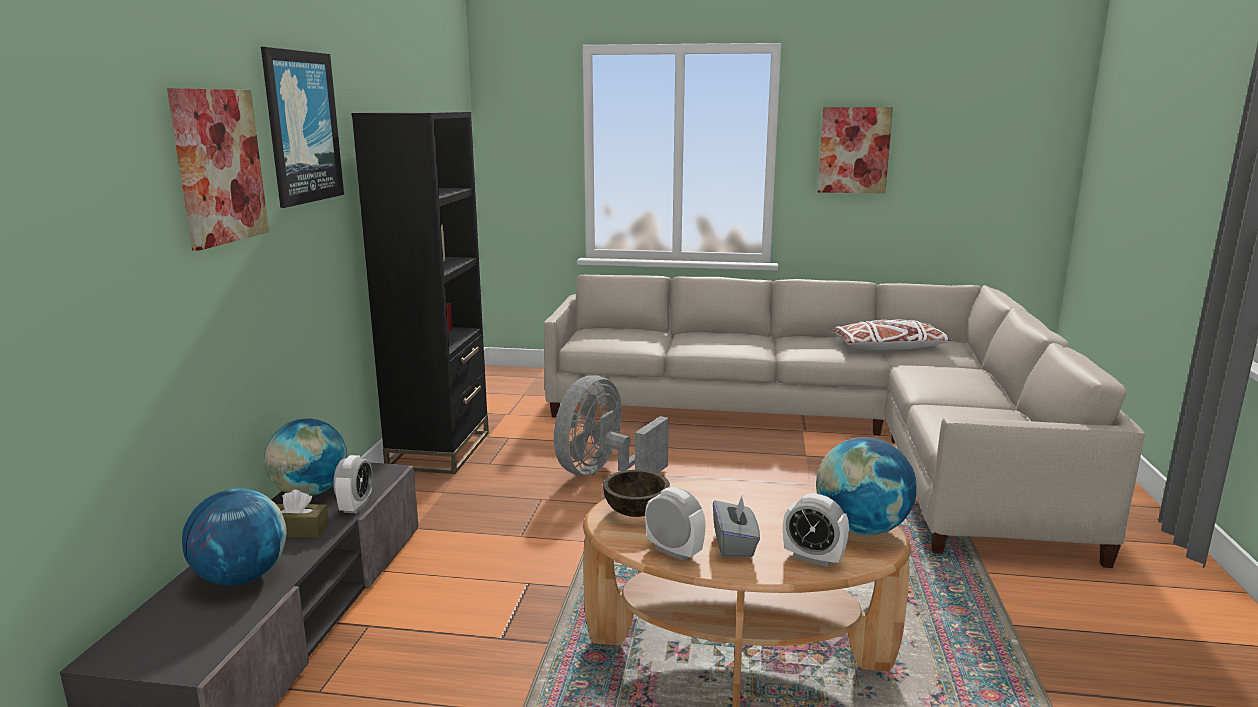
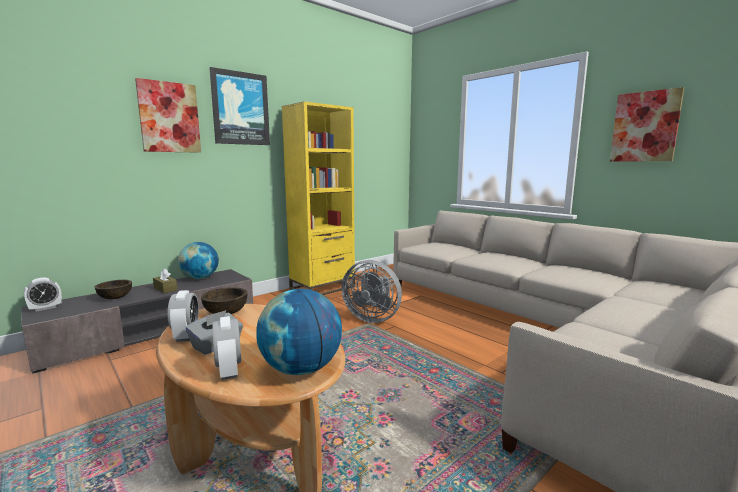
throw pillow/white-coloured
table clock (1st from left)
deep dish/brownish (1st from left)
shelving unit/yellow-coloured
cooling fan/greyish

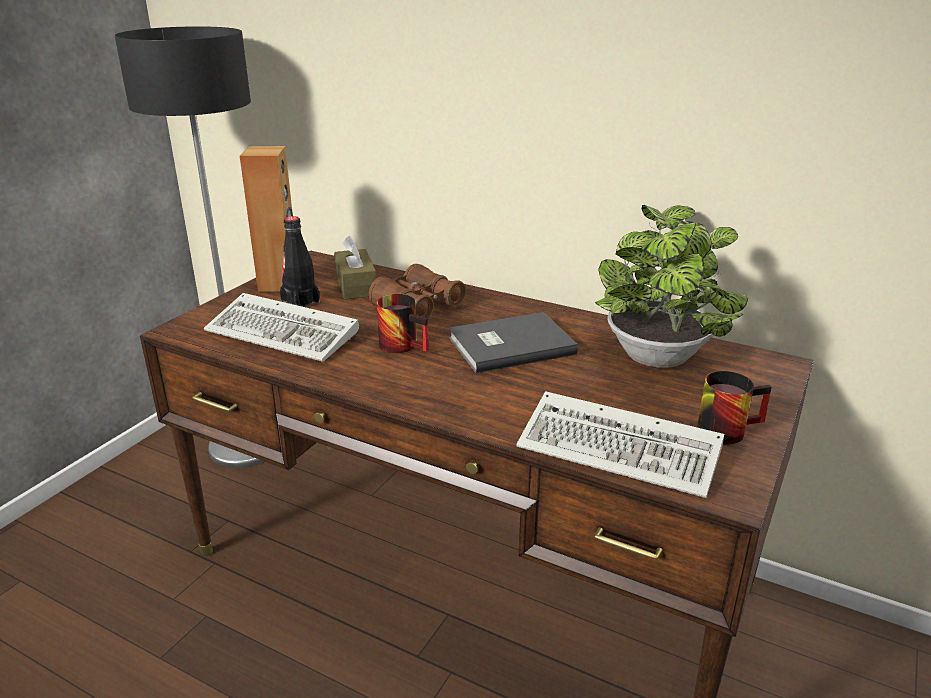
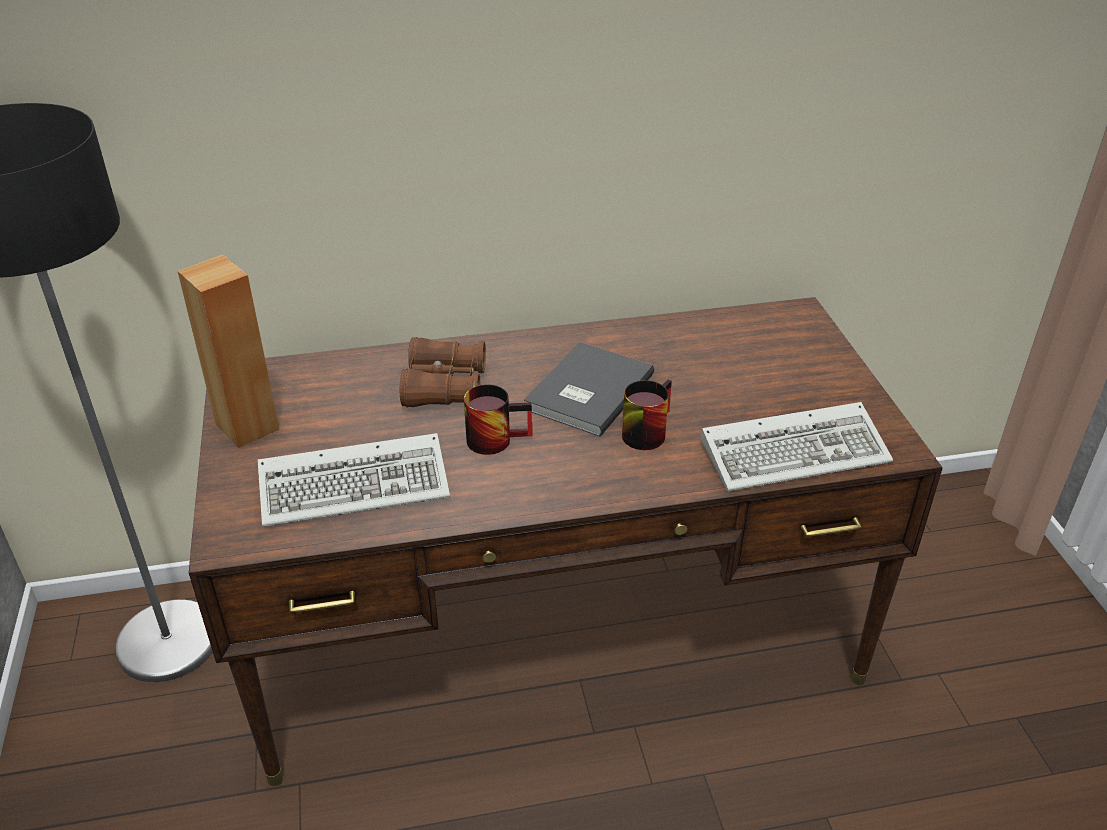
drink bottle/black
tissue holder/brownish
plant in a pot
mug (2nd from left)

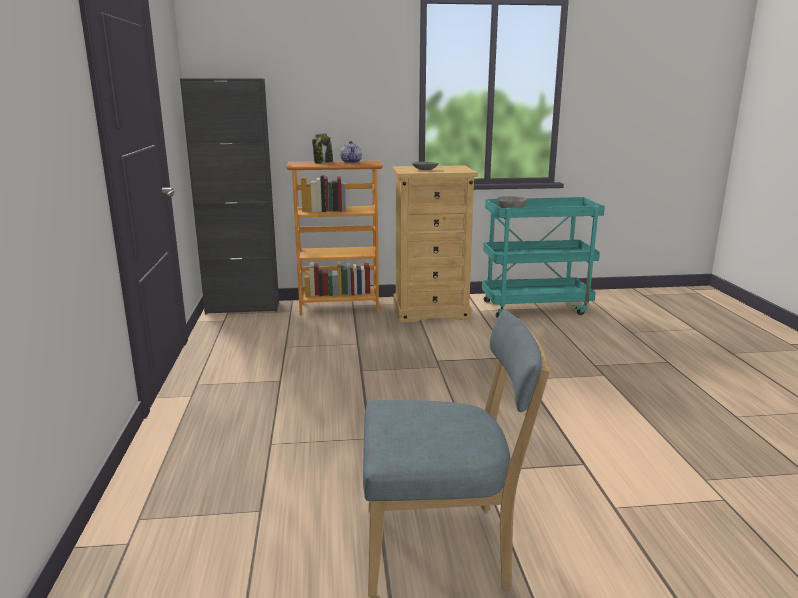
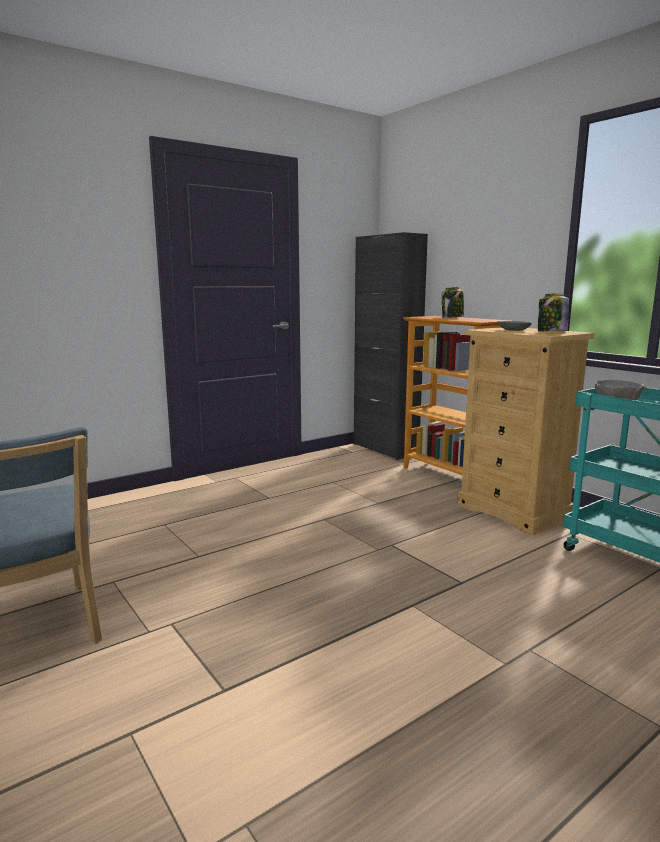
tea pot
jar (2nd from left)

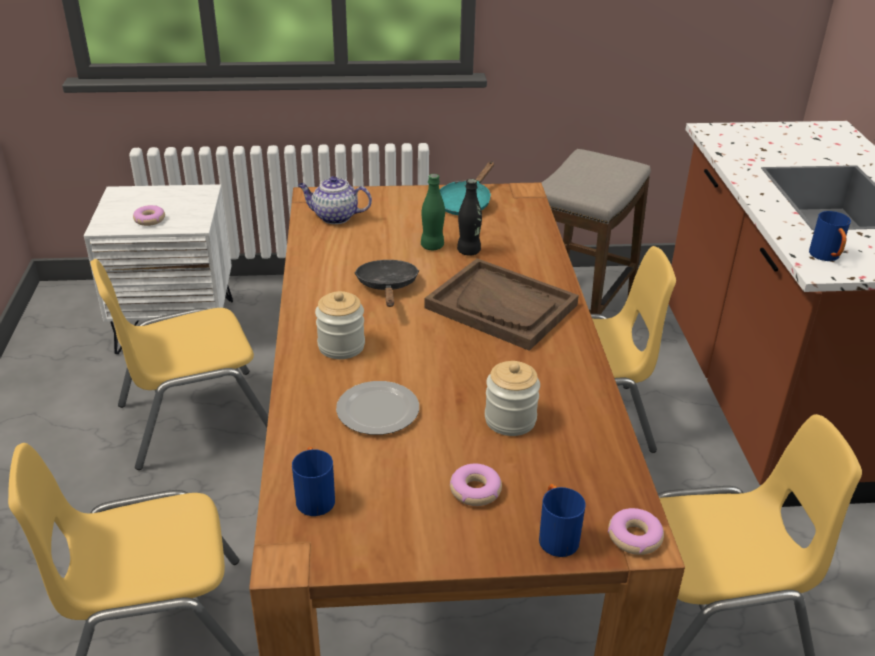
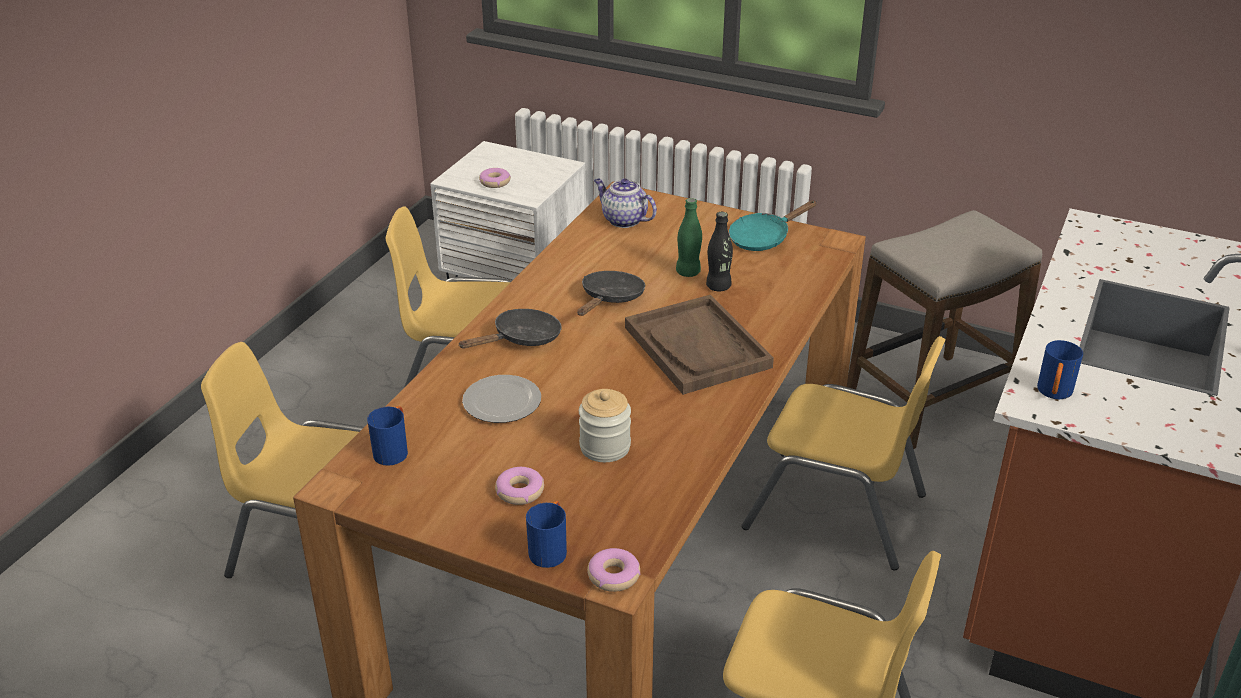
pan/black (1st from left)

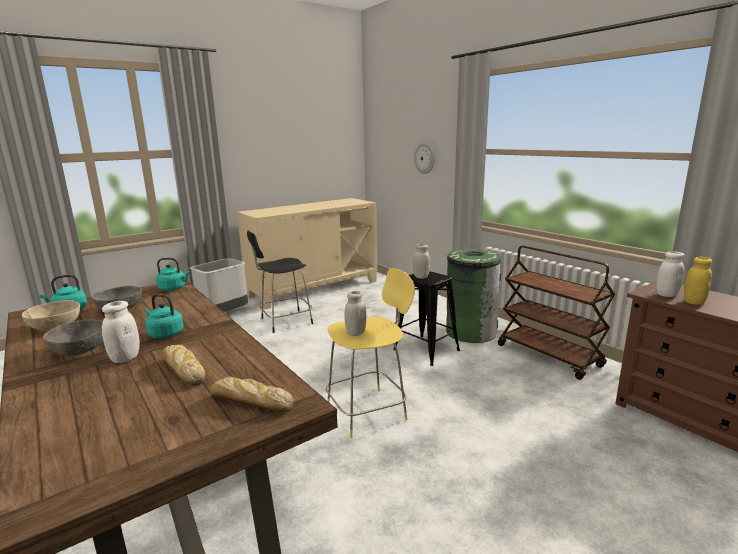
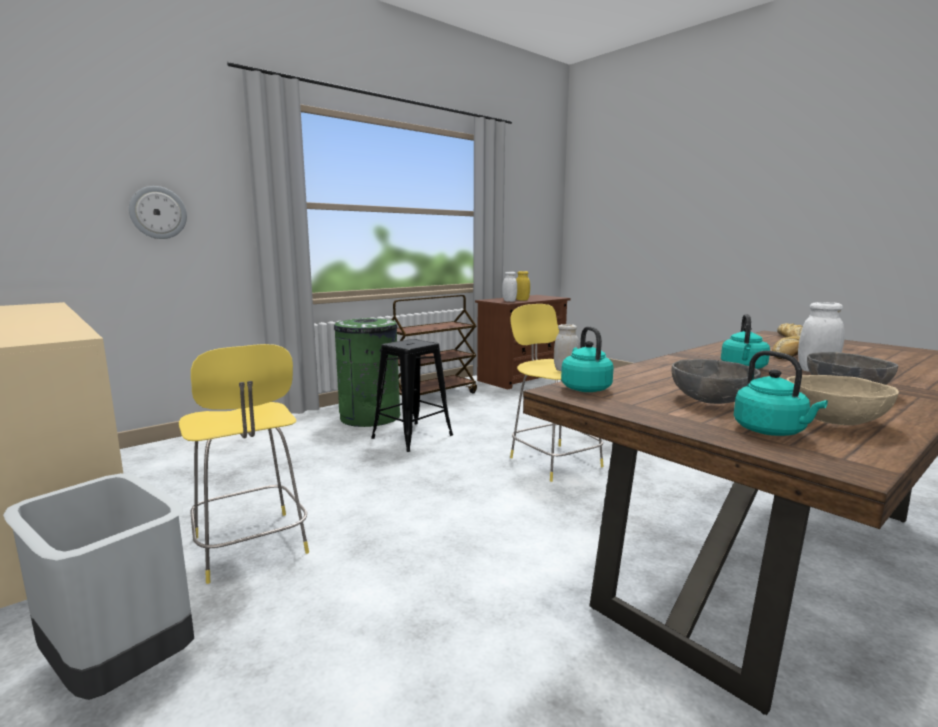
jar/white-coloured (3rd from left in the first image)
stool seat/yellow-coloured (1st from left)

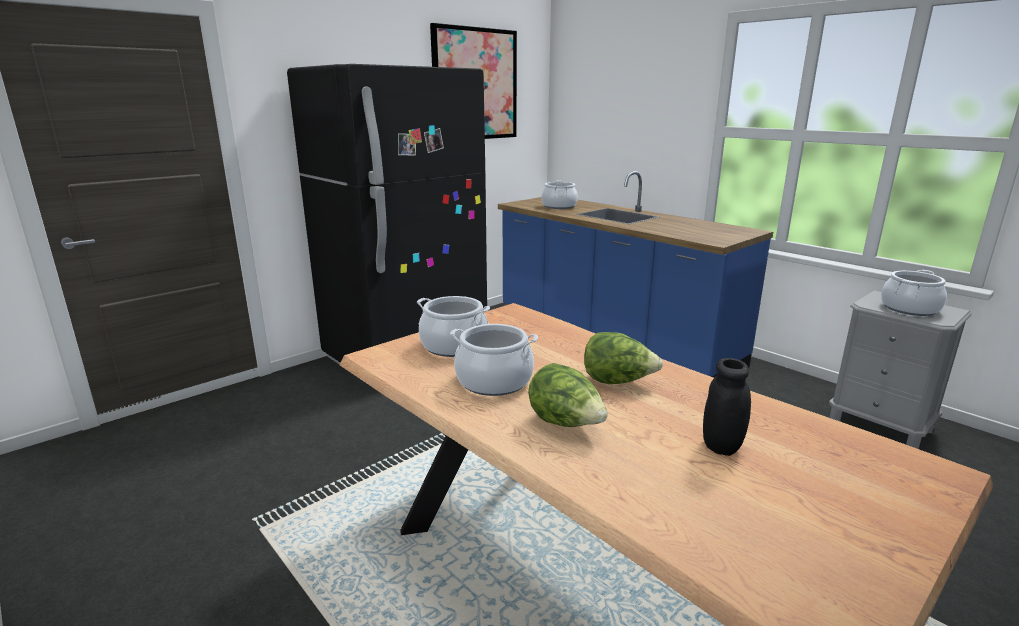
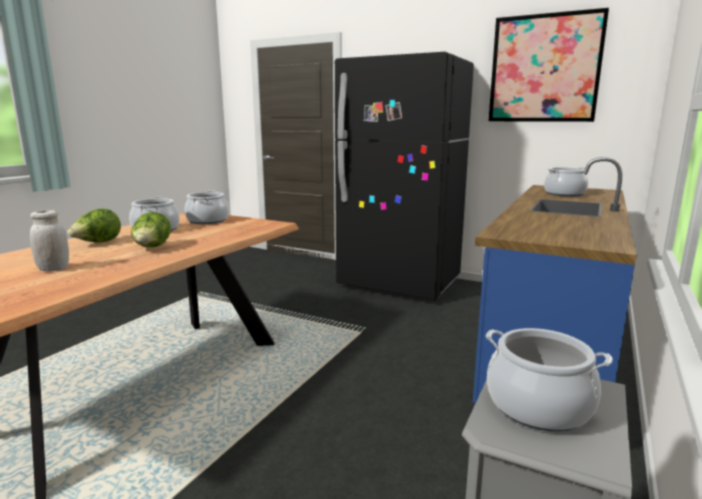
jar/white-coloured

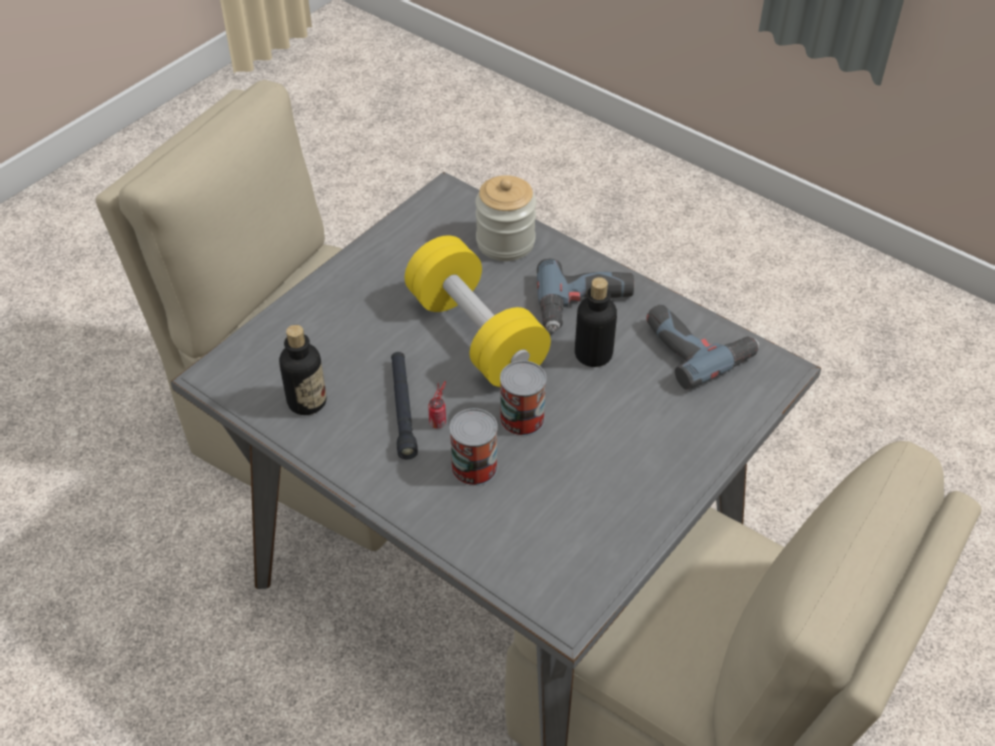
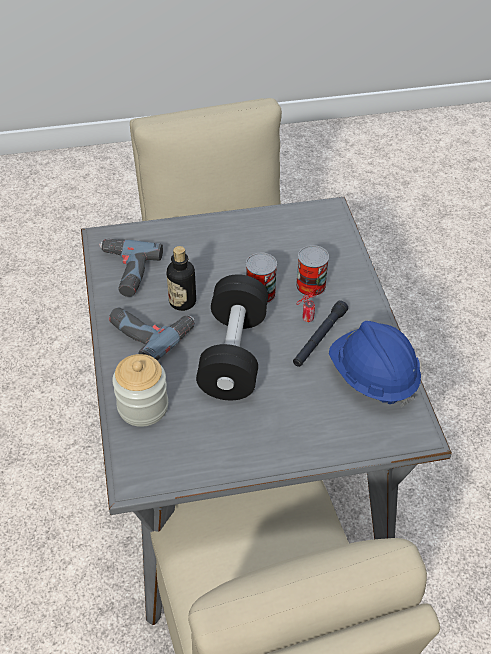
work helmet/blue-coloured
dumbbell/black

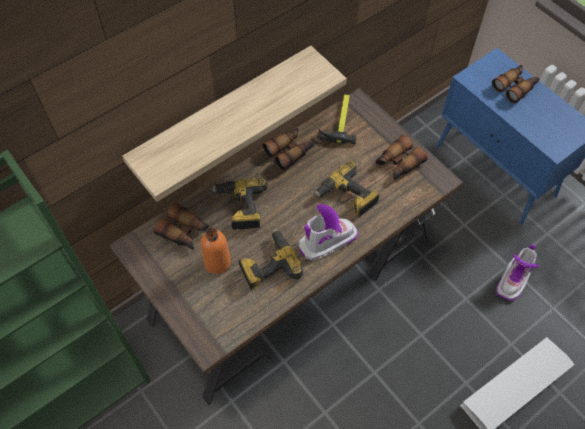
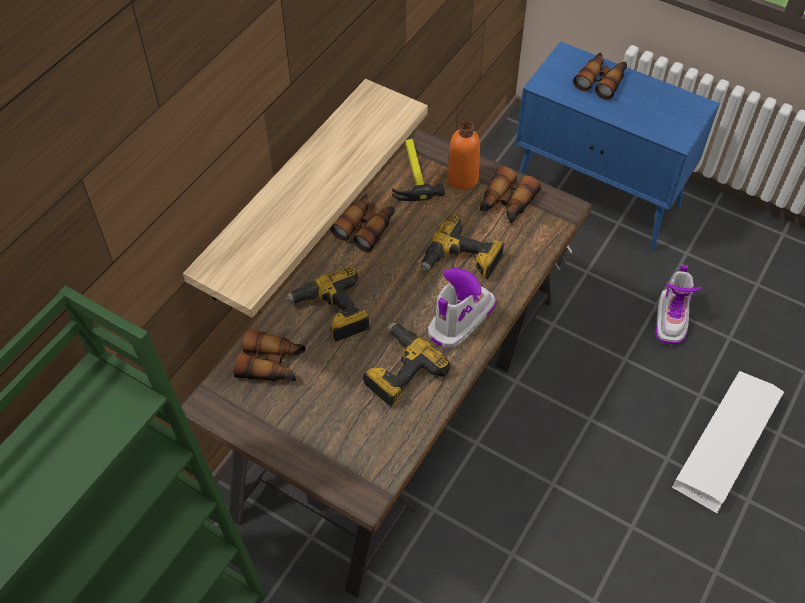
drink bottle/orangey

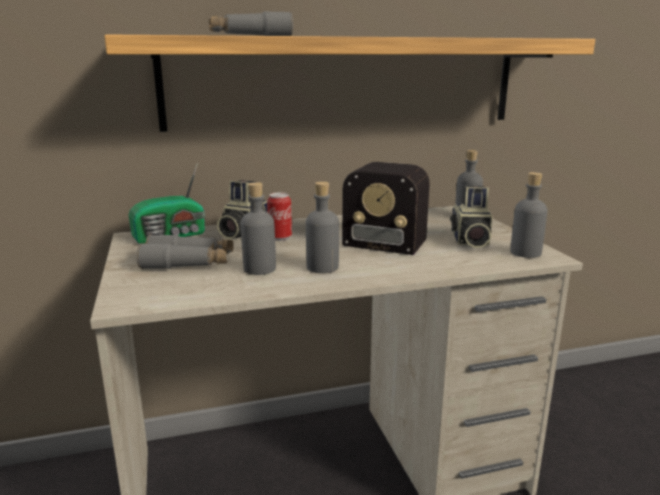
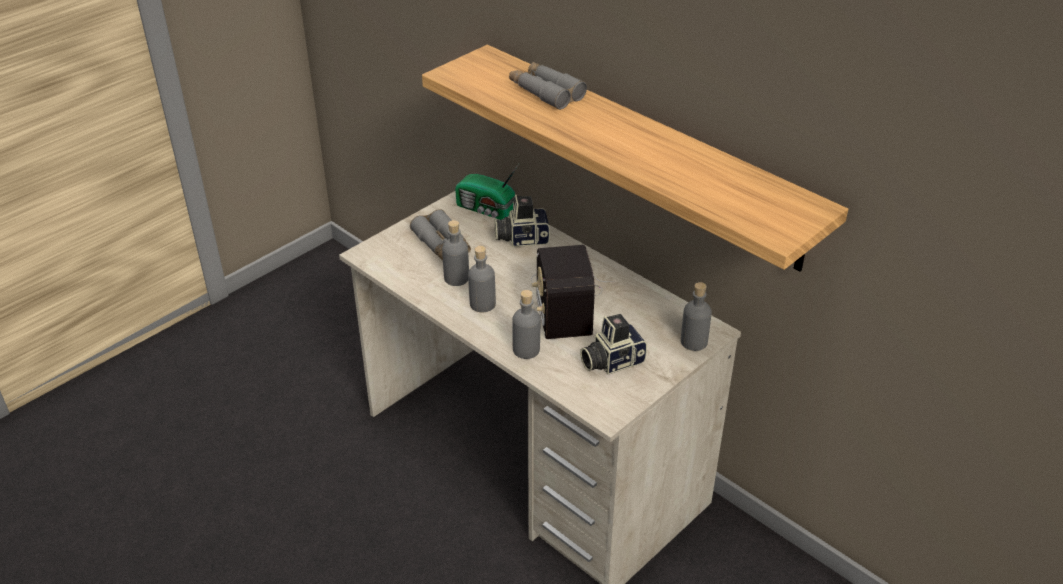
sealed can
drink bottle/greyish (3rd from left)

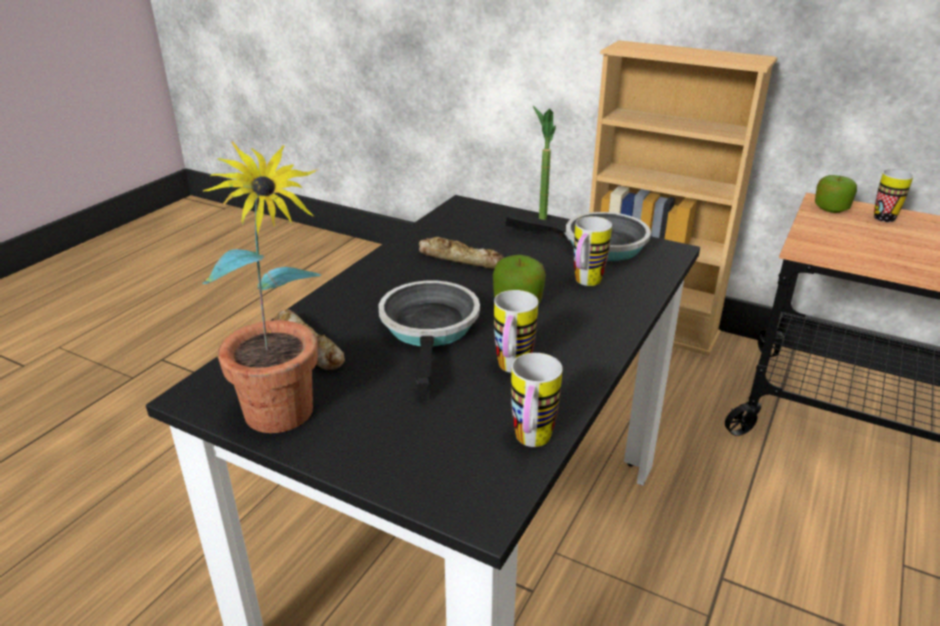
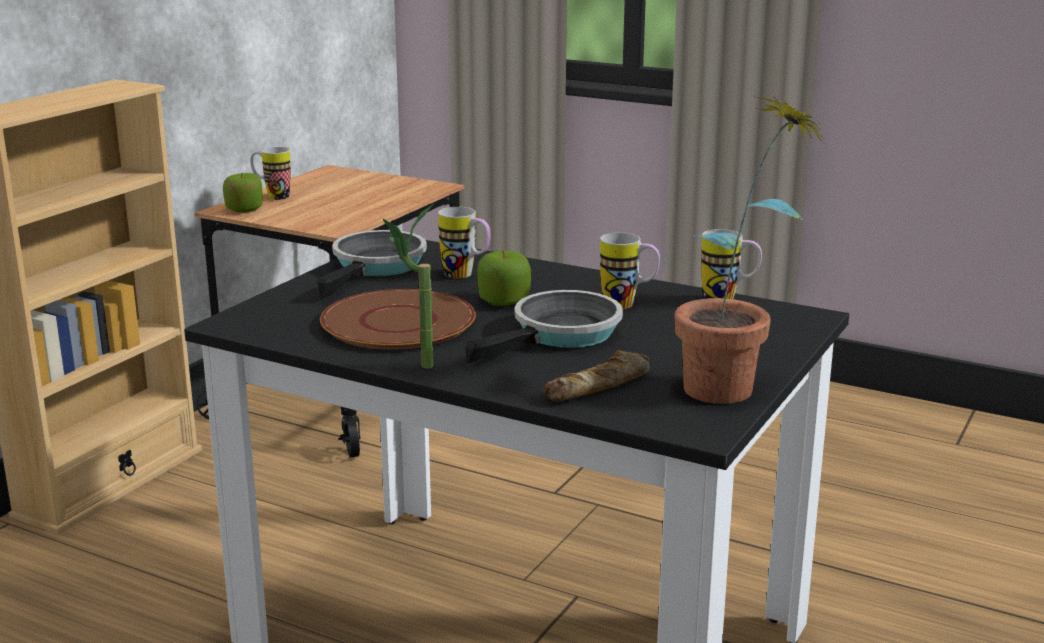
plant in a pot (1st from left)
flat dish/brownish
pan (2nd from left)

